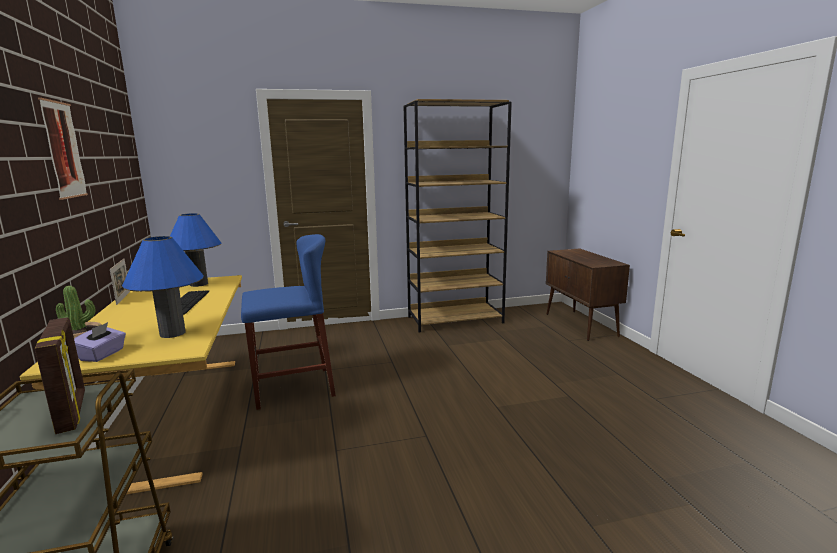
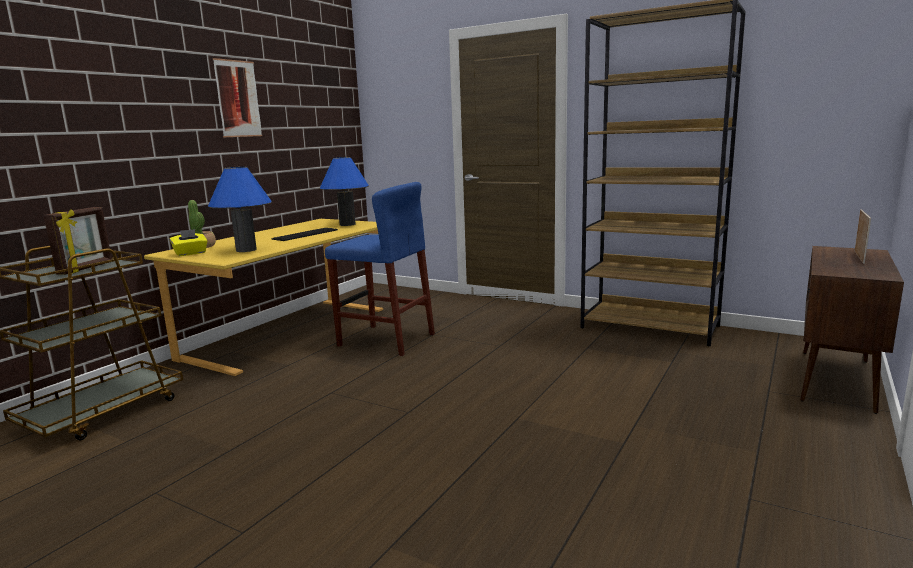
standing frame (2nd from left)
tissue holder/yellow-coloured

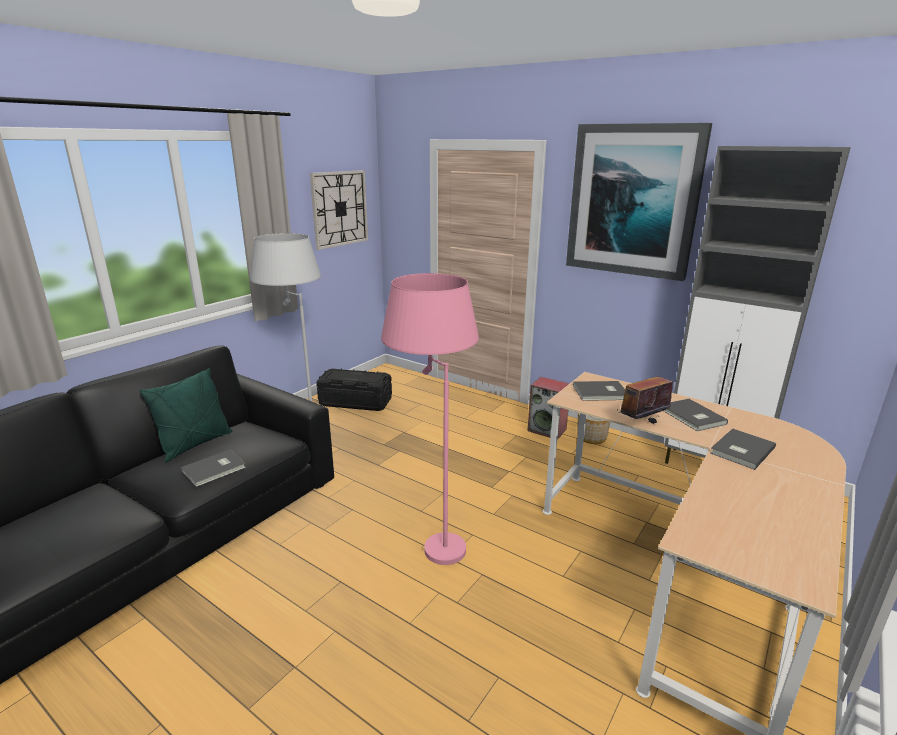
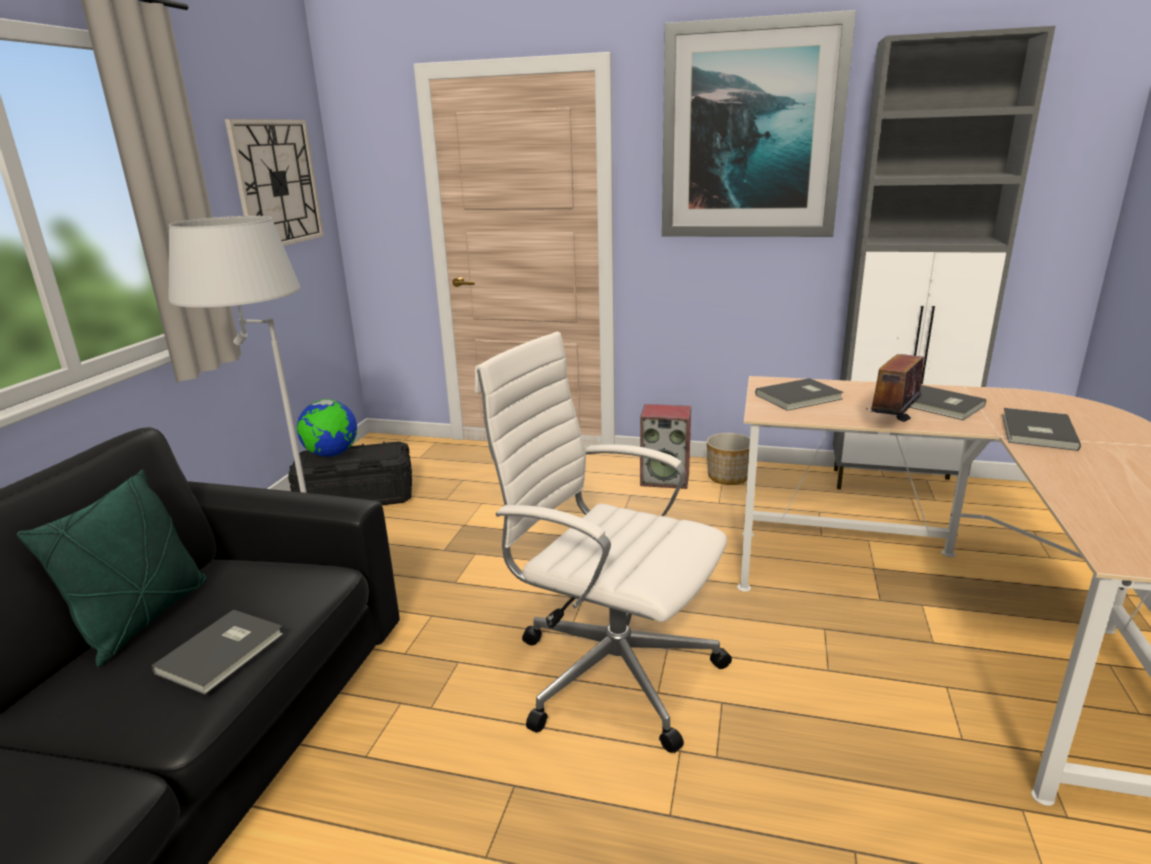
world globe
computer chair/white-coloured

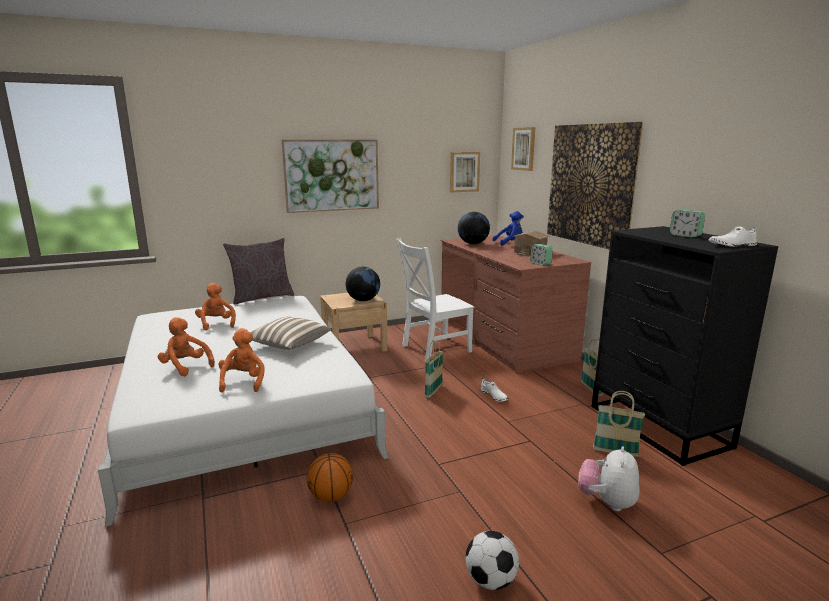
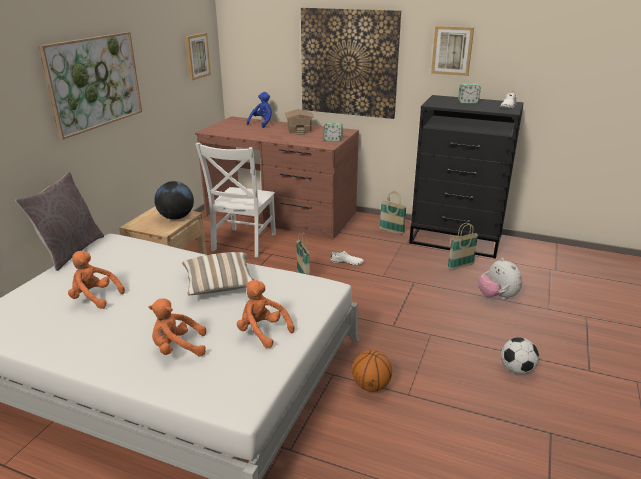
world globe (2nd from left in the first image)
picture (4th from left)

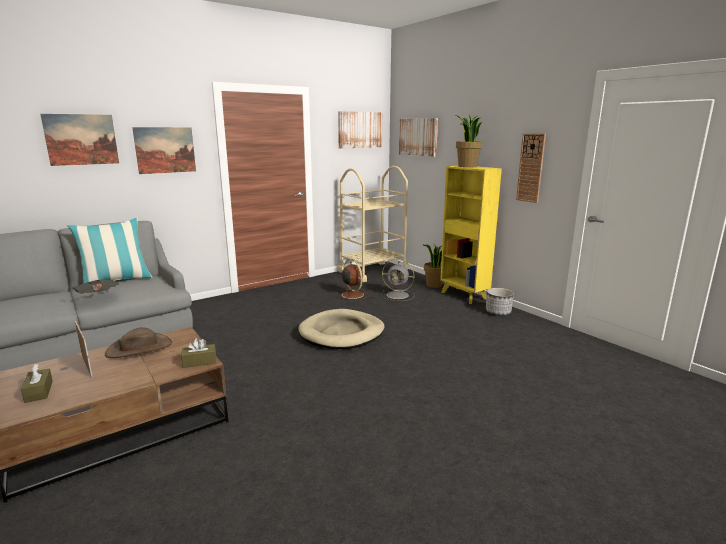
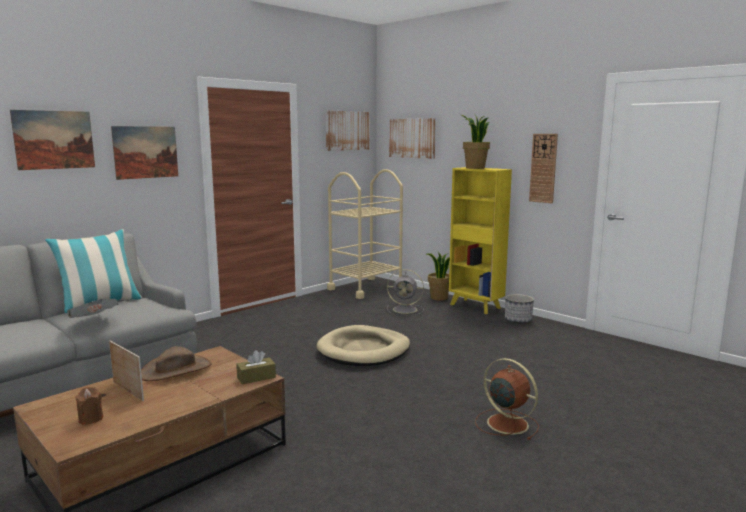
cooling fan/brownish
wax candle/brownish

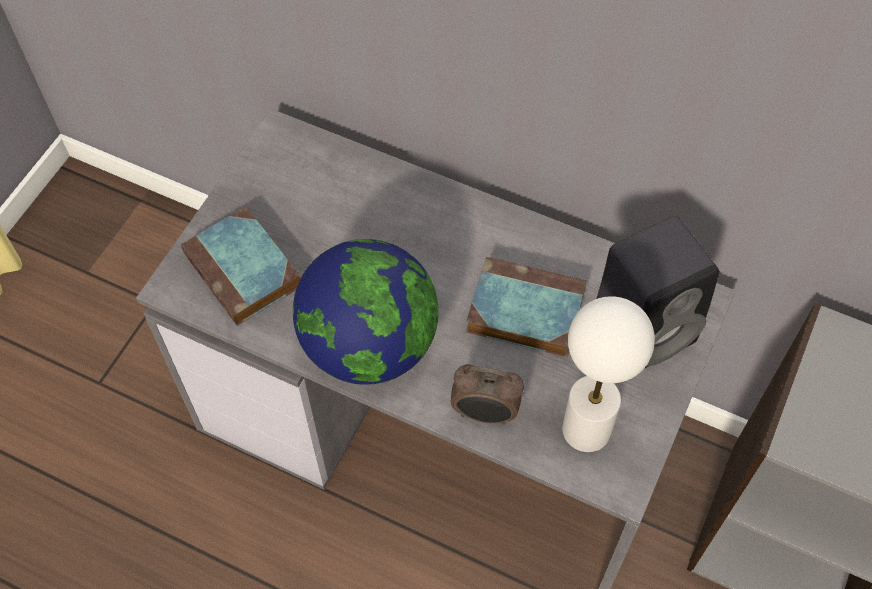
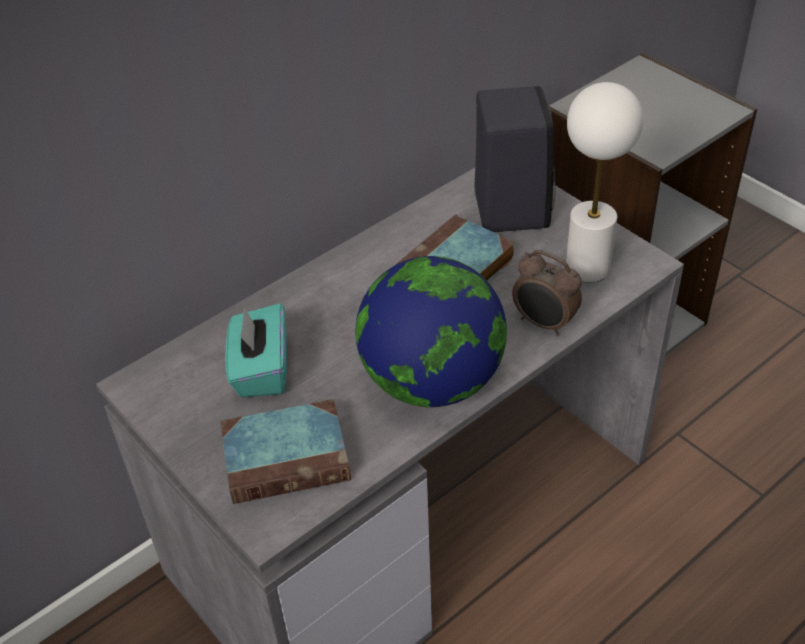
tissue holder/blue-green
table clock

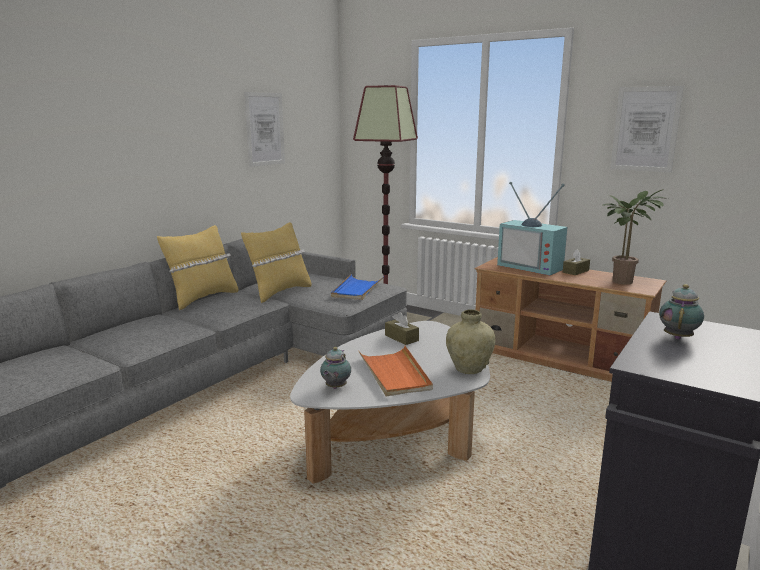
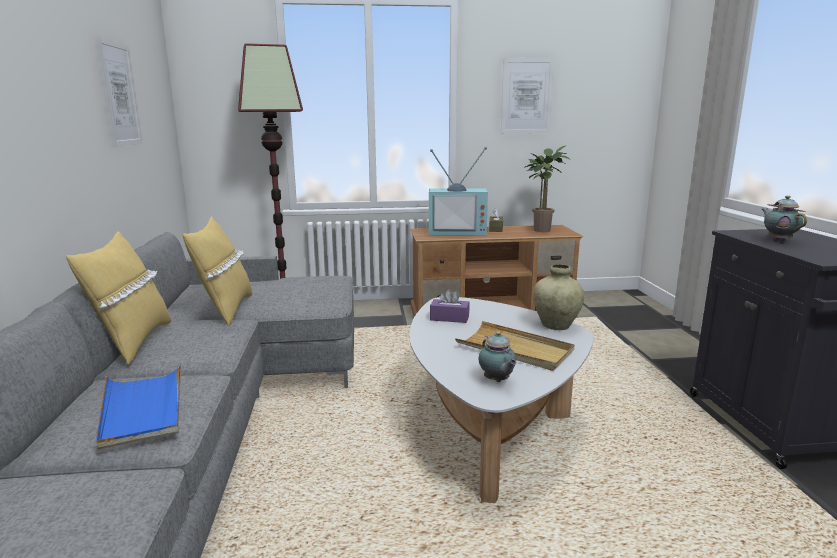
carrying tray/blue-coloured
carrying tray/sand-coloured
tissue holder/purple-coloured

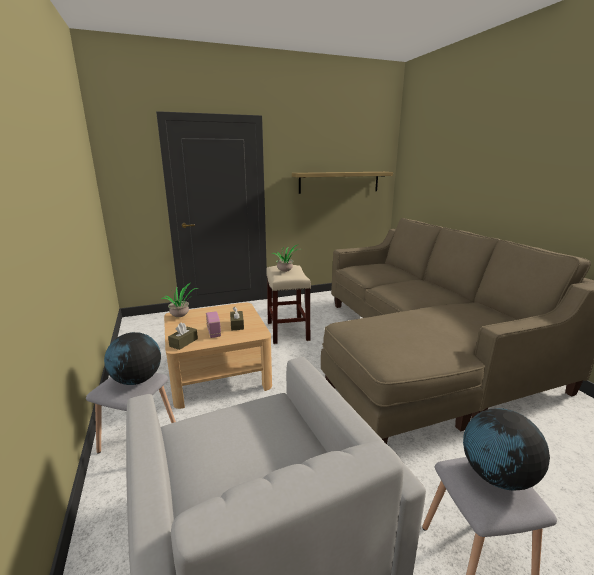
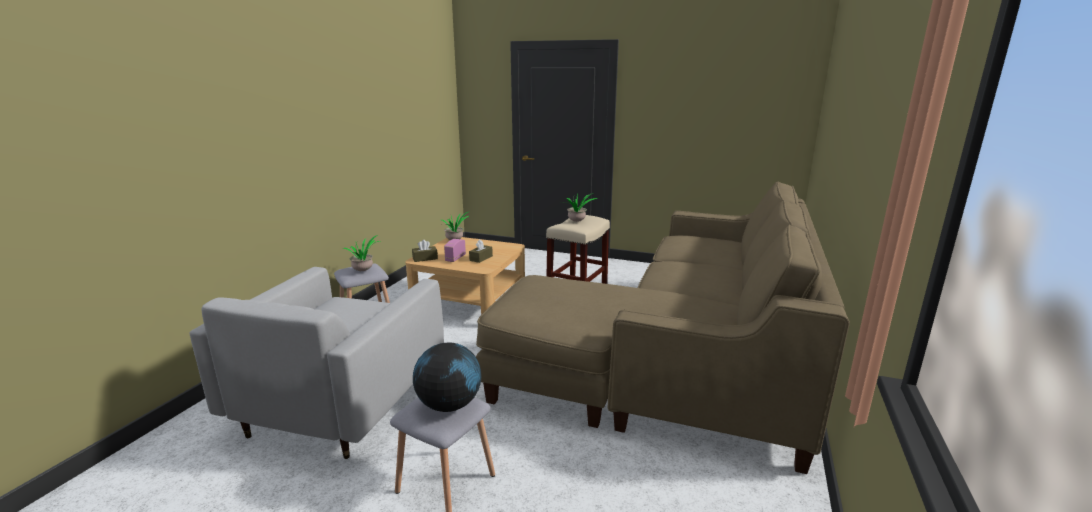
bracket shelf
plant in a pot (1st from left)

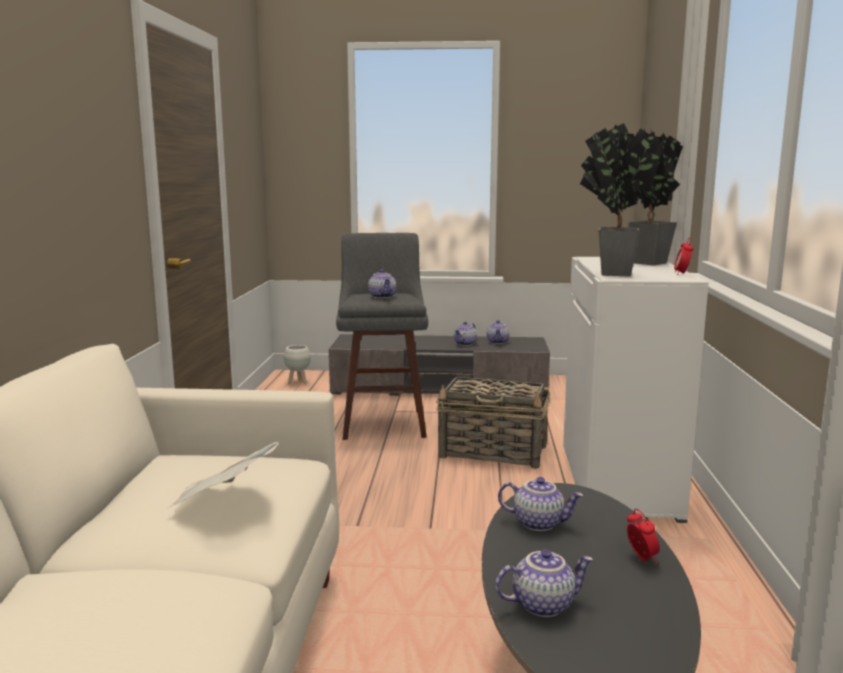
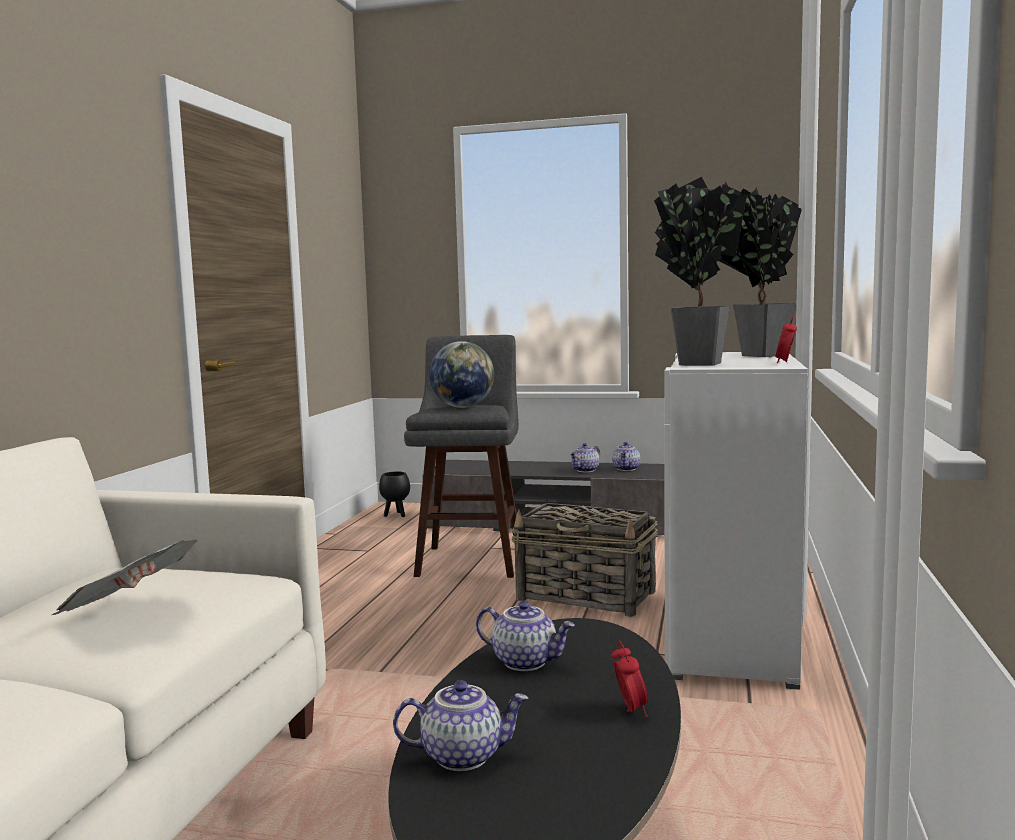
world globe
plant pot/black

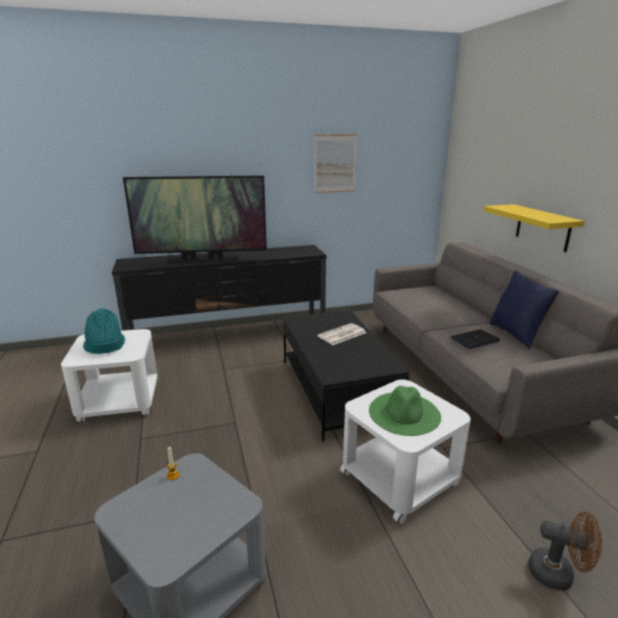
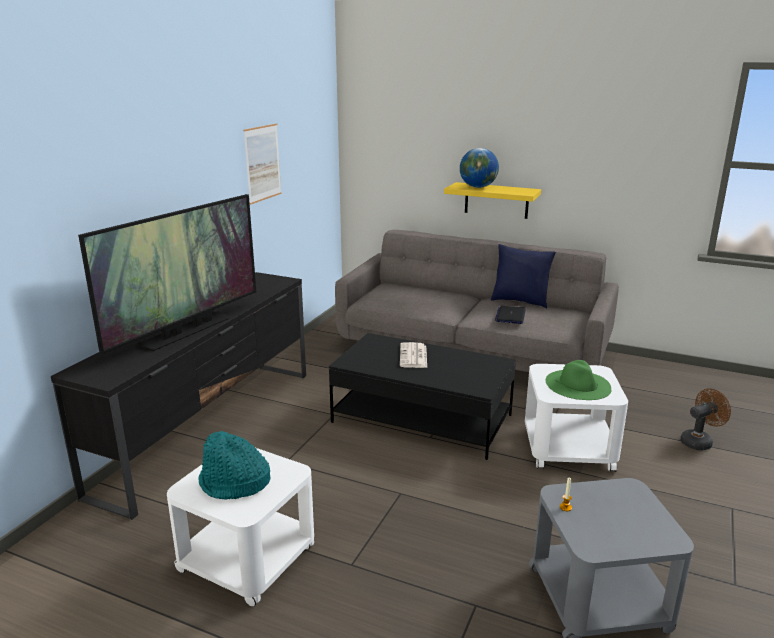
world globe

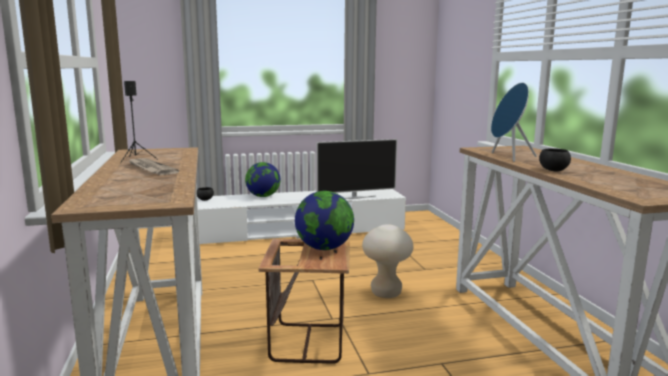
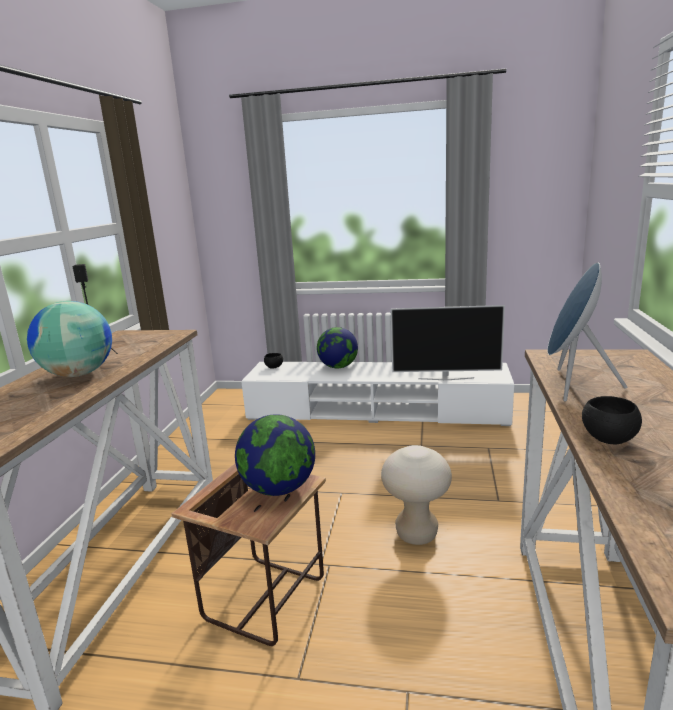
world globe (1st from left)

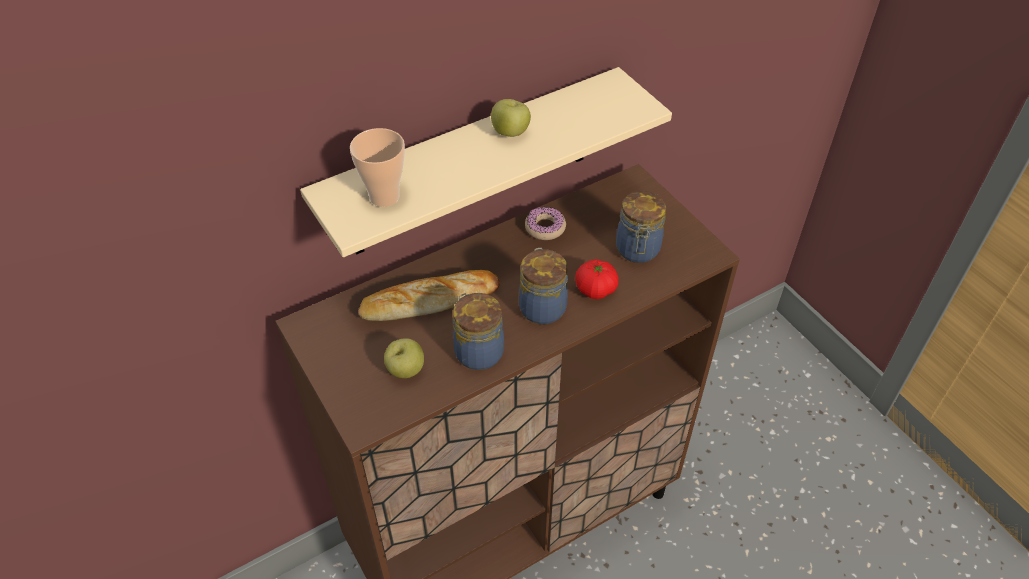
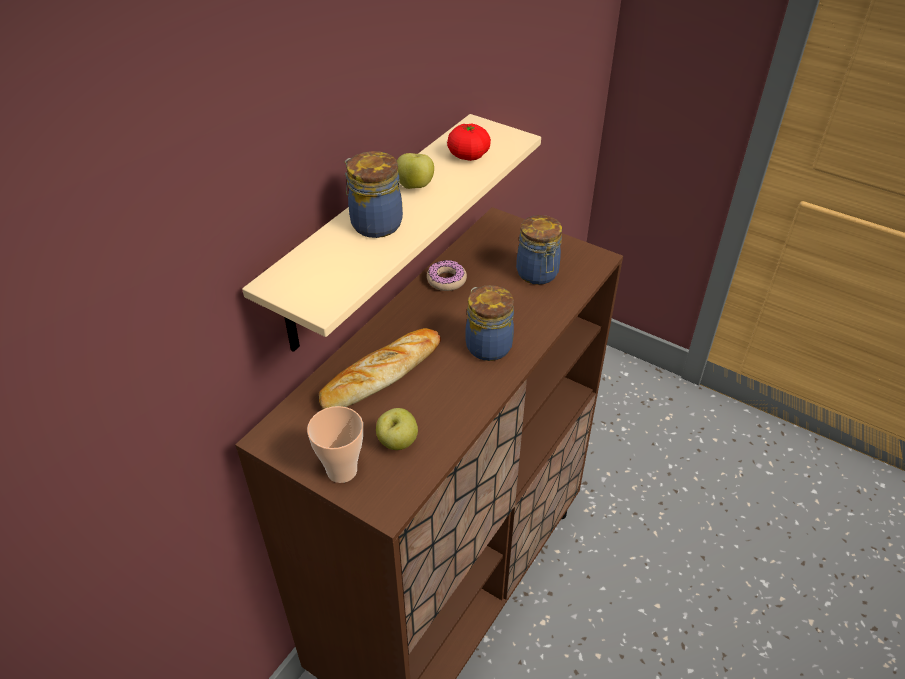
cup
jar (1st from left)
fresh tomato

